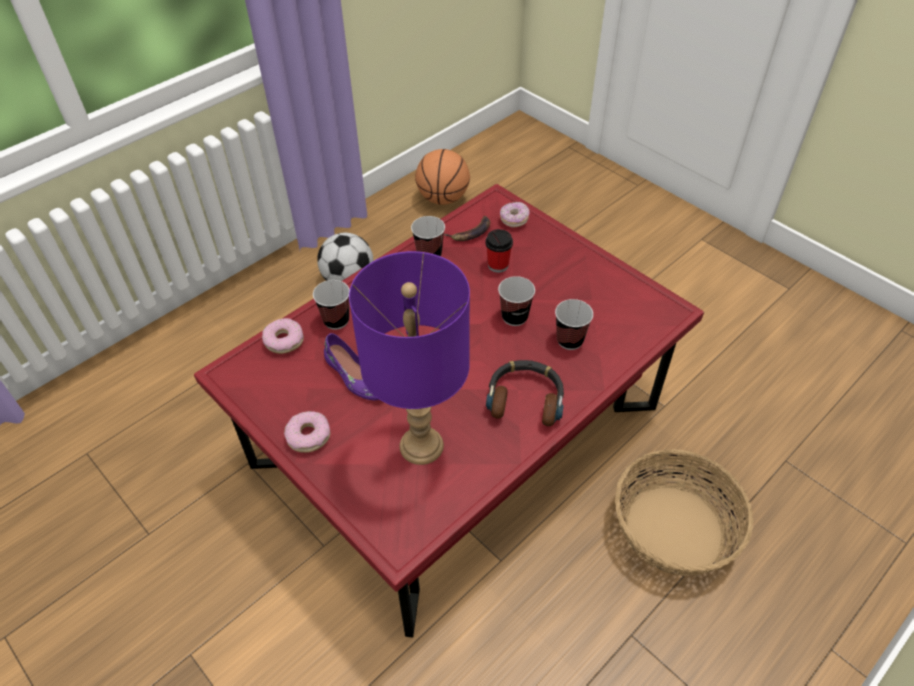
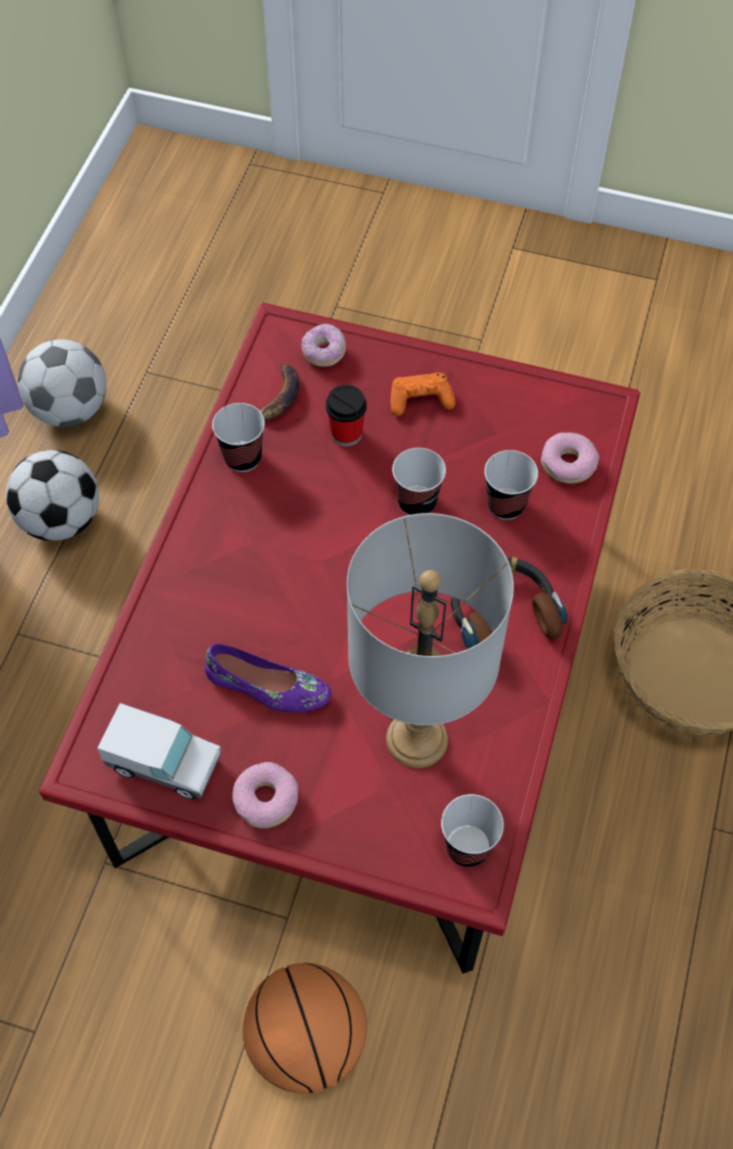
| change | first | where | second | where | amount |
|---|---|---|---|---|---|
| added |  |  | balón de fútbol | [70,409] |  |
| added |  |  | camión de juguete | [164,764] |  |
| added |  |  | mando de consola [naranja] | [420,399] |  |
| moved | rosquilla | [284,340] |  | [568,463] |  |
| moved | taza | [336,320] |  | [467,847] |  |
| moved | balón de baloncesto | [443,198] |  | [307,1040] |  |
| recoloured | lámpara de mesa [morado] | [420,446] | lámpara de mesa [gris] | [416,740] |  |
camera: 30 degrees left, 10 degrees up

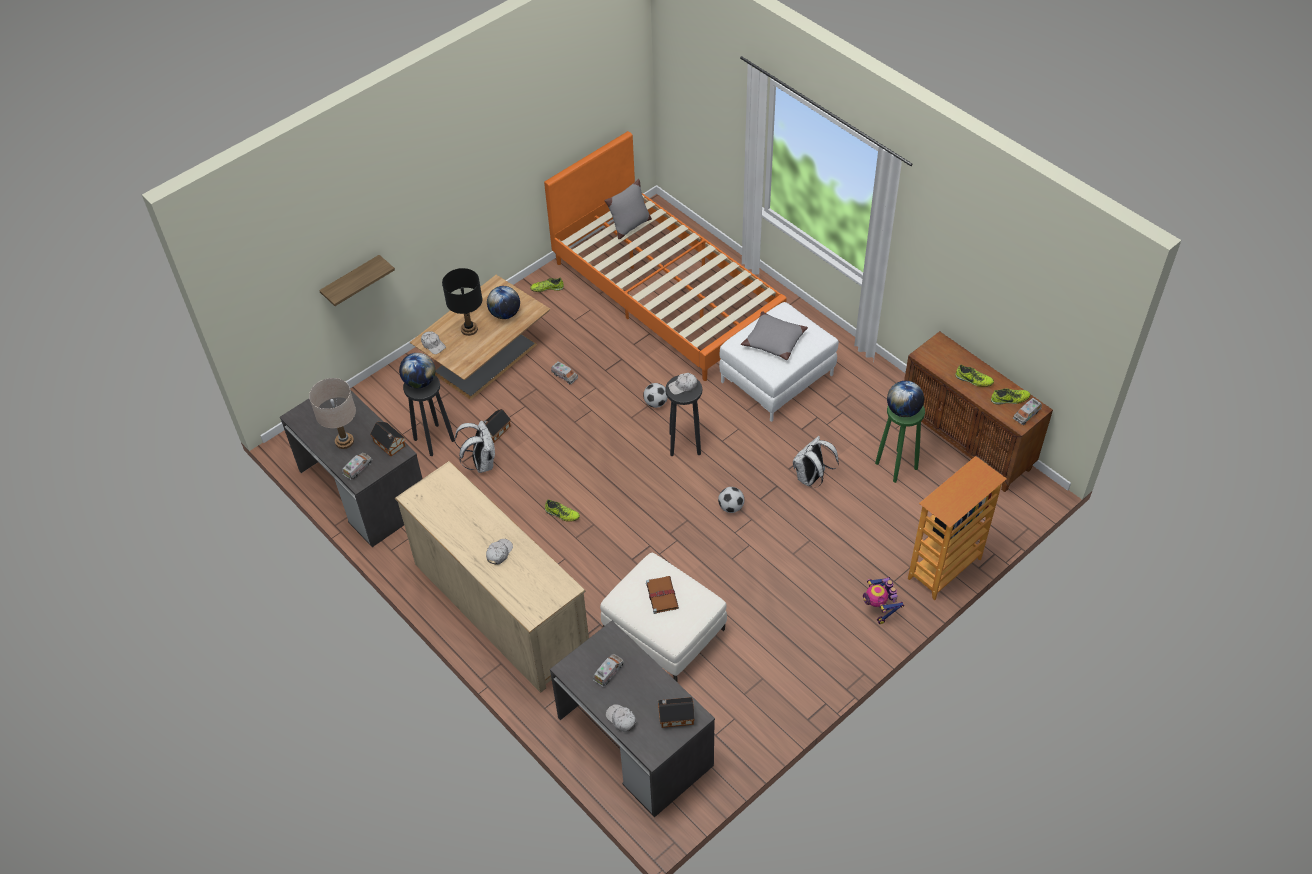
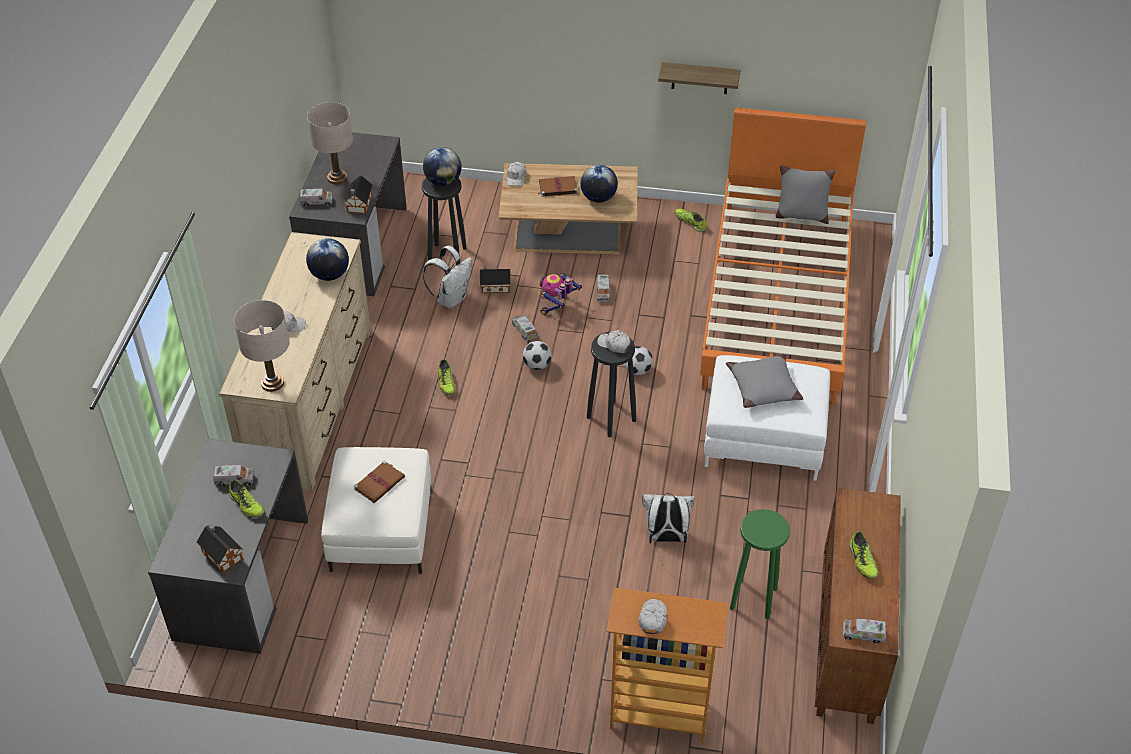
| change | first | where | second | where | amount |
|---|---|---|---|---|---|
| added |  |  | lámpara de mesa [beis] | [272,383] |  |
| added |  |  | camión de juguete | [524,330] |  |
| moved | estante | [352,282] |  | [700,78] |  |
| moved | gorra [blanco] | [621,719] |  | [652,619] |  |
| moved | balón de fútbol | [731,507] |  | [537,365] |  |
| moved | robot de juguete | [879,608] |  | [557,306] |  |
| moved | globo terráqueo | [903,410] |  | [329,275] |  |
| moved | zapato | [1010,399] |  | [246,505] |  |
| replaced | lámpara de mesa [negro] | [469,329] | libro [marrón] | [557,188] |  |
camera: 50 degrees right, 5 degrees down

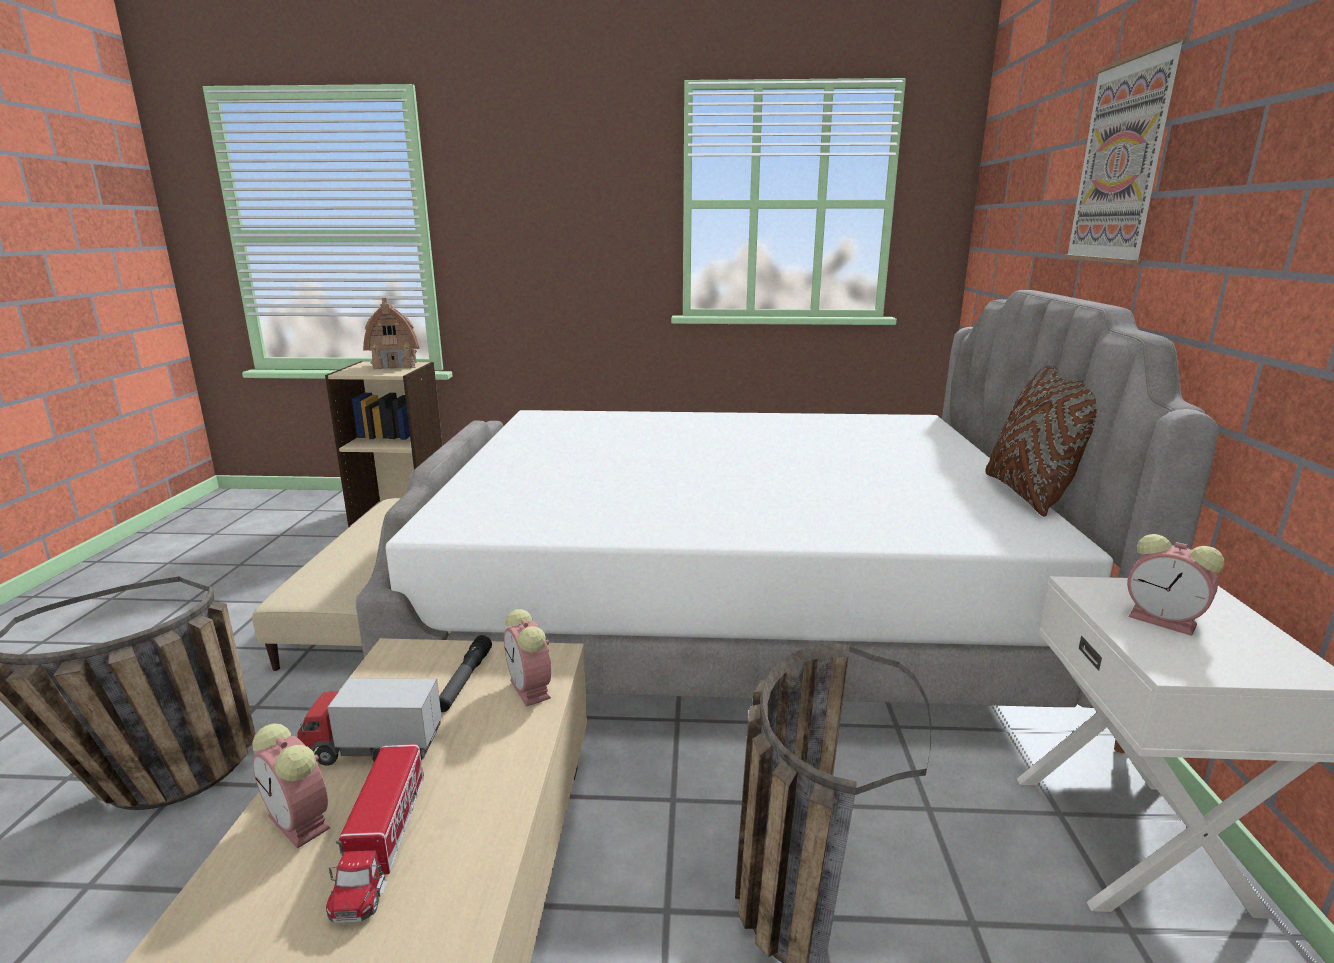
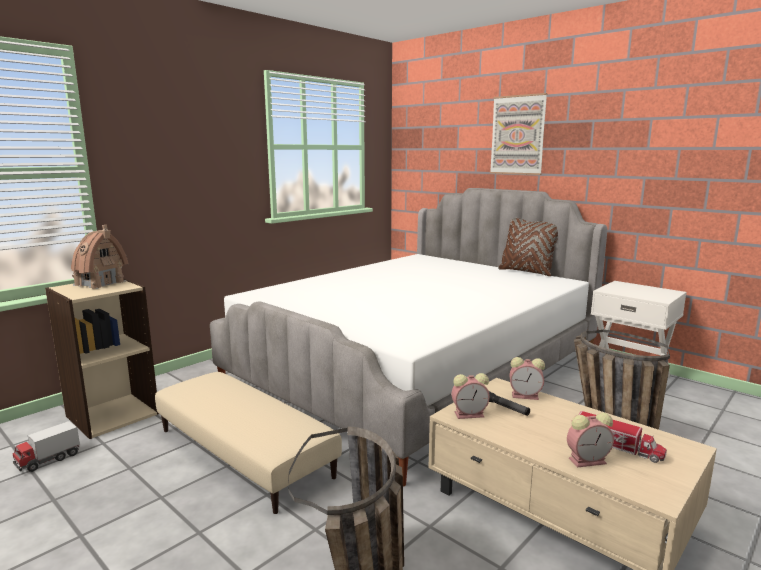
| change | first | where | second | where | amount |
|---|---|---|---|---|---|
| moved | camión de juguete | [374,750] |  | [48,460] |  |
| moved | despertador | [1165,621] |  | [470,414] |  |
camera: 50 degrees left, 5 degrees down

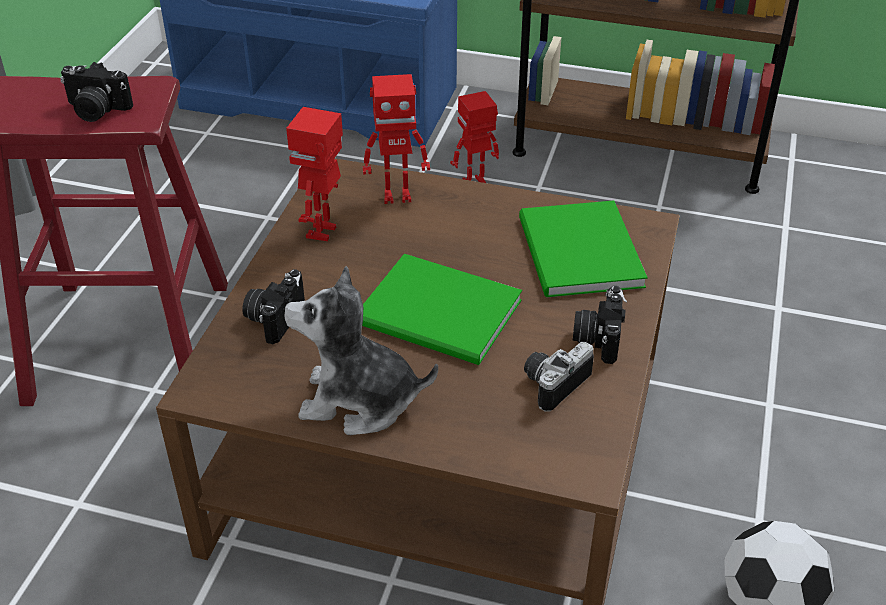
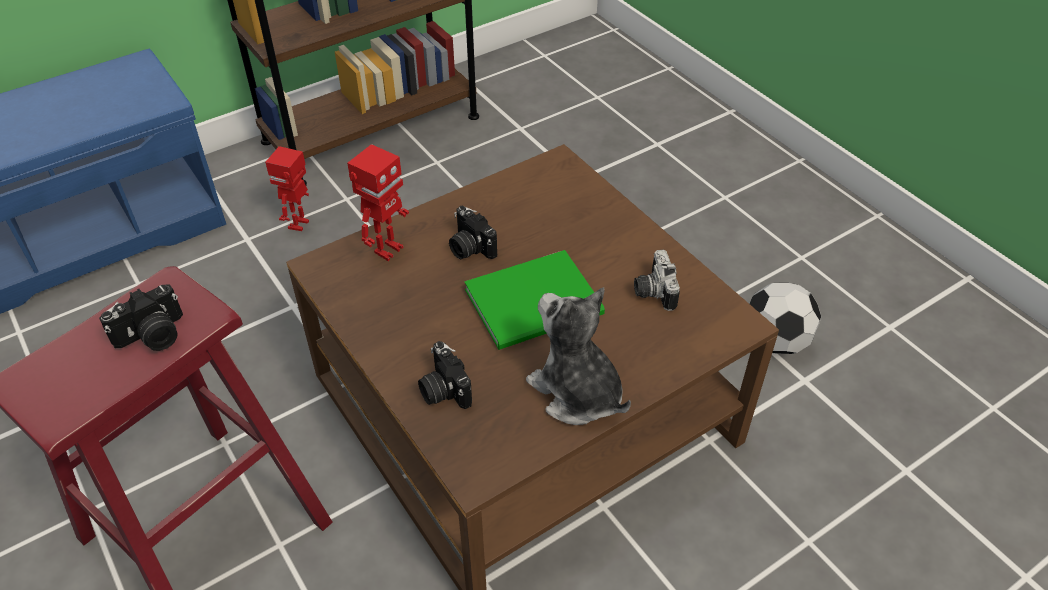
| change | first | where | second | where | amount |
|---|---|---|---|---|---|
| removed | robot de juguete | [323,232] |  |  |  |
| removed | libro [verde] | [577,255] |  |  |  |
| moved | cámara | [597,337] |  | [469,248] |  |
| turned | peluche | [359,401] |  | [576,392] | 90 degrees clockwise |
camera: 50 degrees left, 5 degrees up

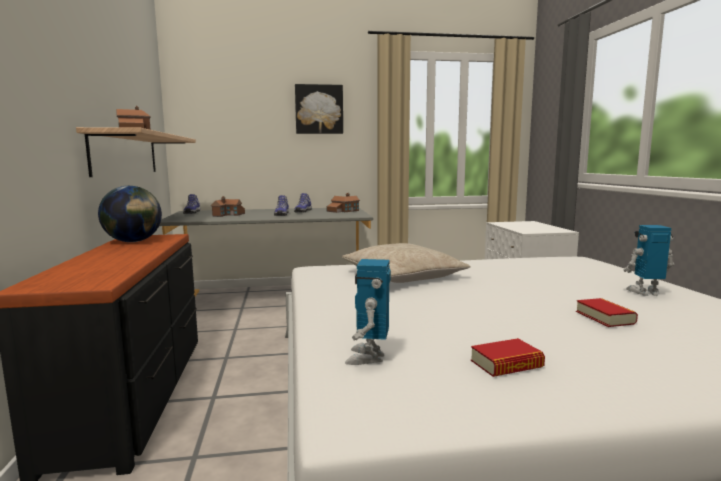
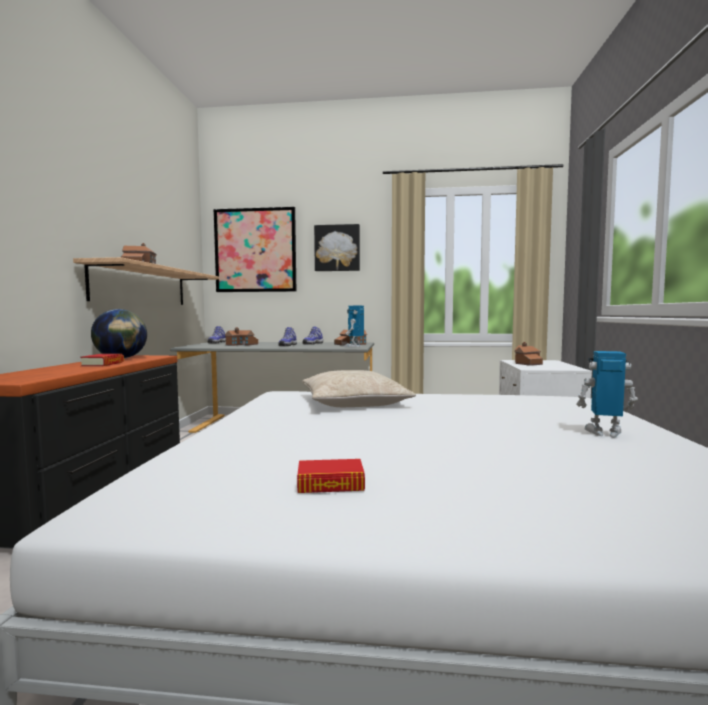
| change | first | where | second | where | amount |
|---|---|---|---|---|---|
| added |  |  | cuadro | [255,250] |  |
| added |  |  | casita | [526,363] |  |
| moved | robot de juguete | [368,357] |  | [354,346] |  |
| moved | libro | [605,317] |  | [103,364] |  |
camera: 15 degrees right, 5 degrees down

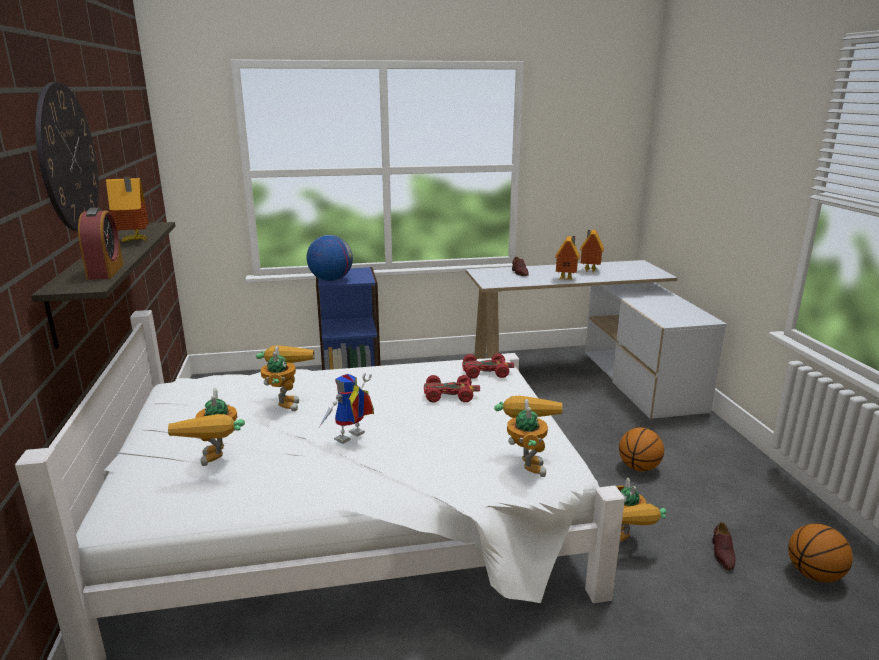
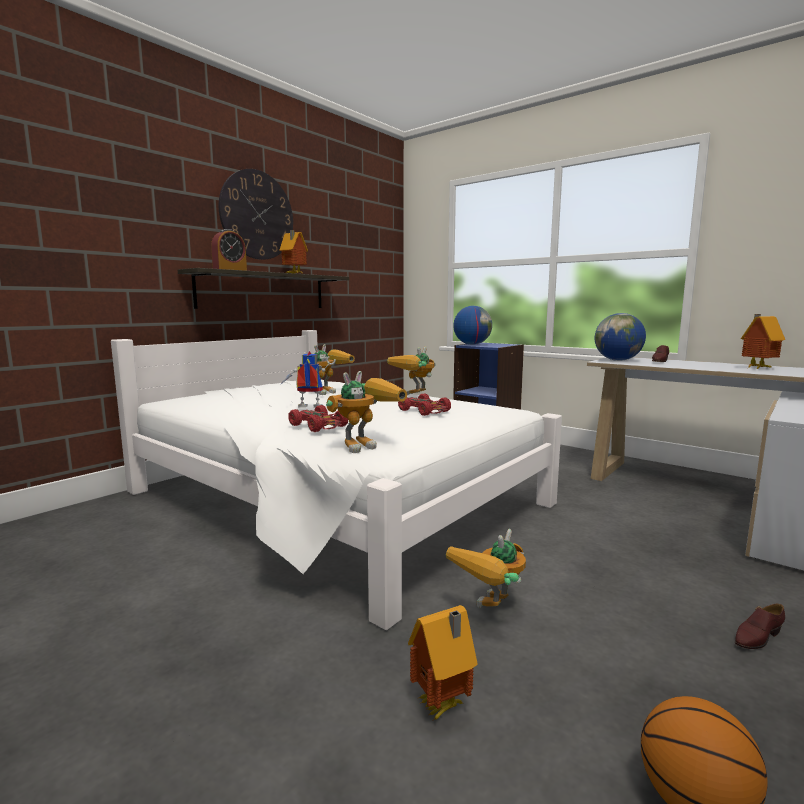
| change | first | where | second | where | amount |
|---|---|---|---|---|---|
| removed | balón de baloncesto | [639,467] |  |  |  |
| added |  |  | globo terráqueo | [618,360] |  |
| moved | robot de juguete | [218,463] |  | [414,396] |  |
| moved | coche de juguete [rojo] | [486,372] |  | [319,426] |  |
| moved | casita | [567,279] |  | [443,707] |  |
| moved | zapato [marrón] | [722,554] |  | [757,637] |  |
camera: 50 degrees right, 10 degrees down

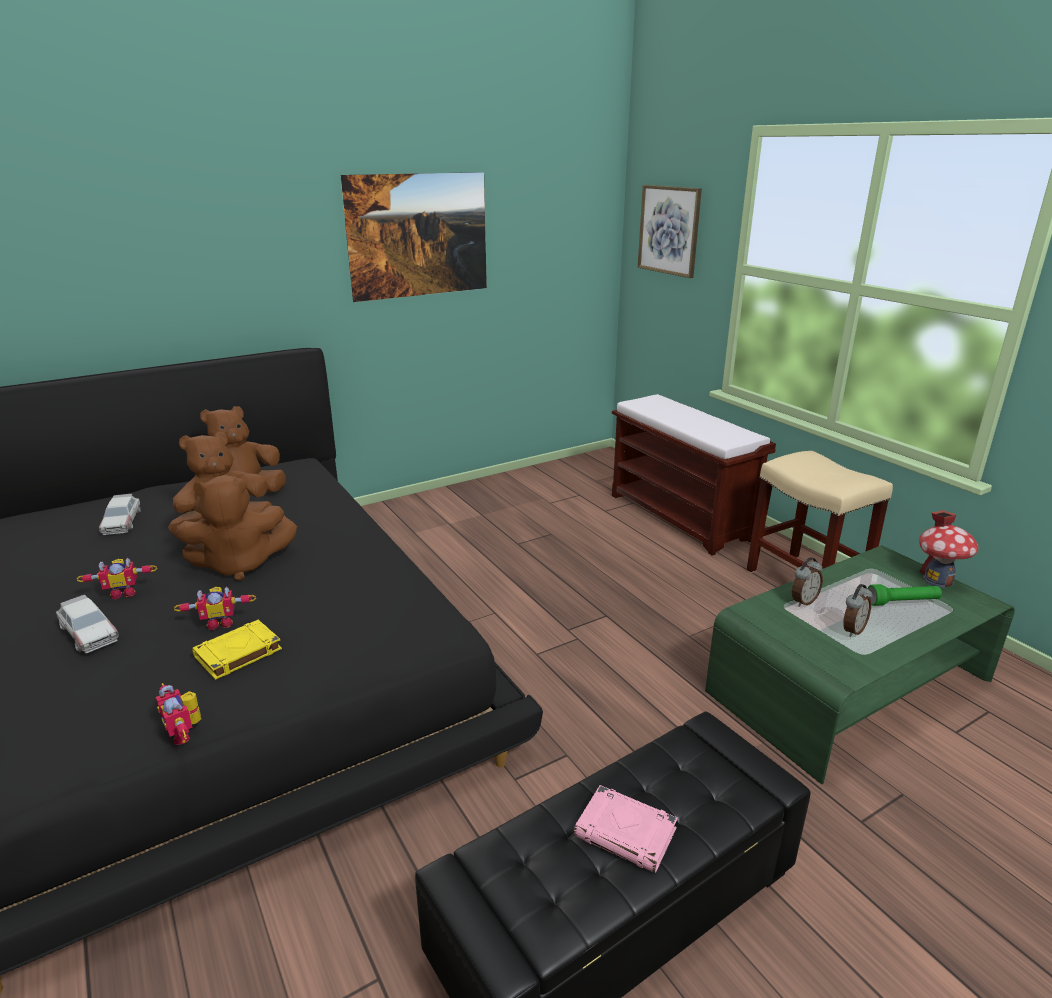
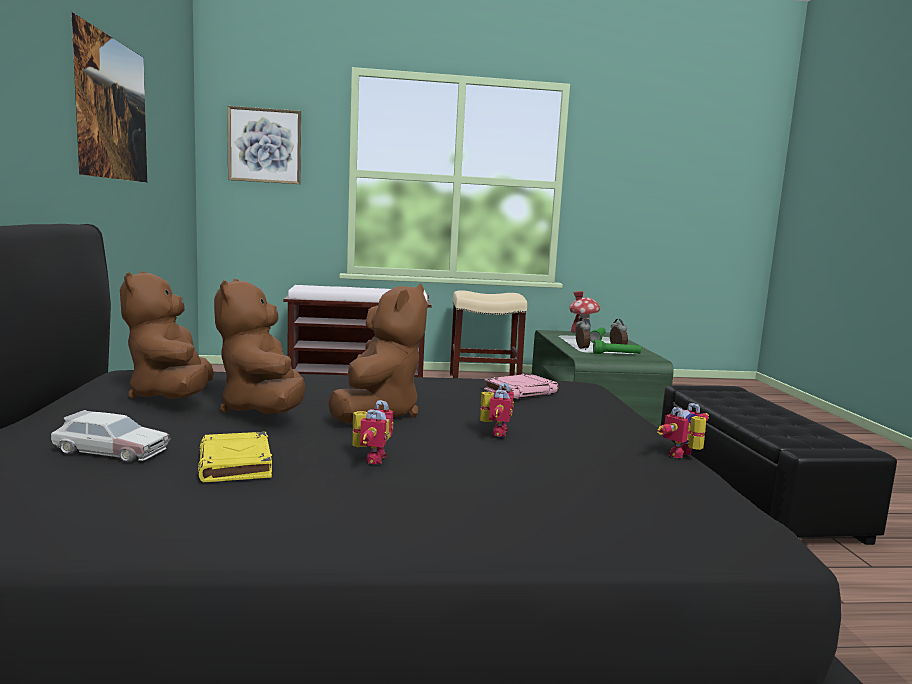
| change | first | where | second | where | amount |
|---|---|---|---|---|---|
| removed | coche de juguete | [89,632] |  |  |  |
| added |  |  | linterna [verde] | [616,354] |  |
| moved | libro [amarillo] | [237,654] |  | [236,464] |  |
| moved | libro [rosa] | [626,833] |  | [521,391] |  |
| turned | robot de juguete | [185,733] |  | [685,455] | 150 degrees clockwise |
camera: 65 degrees left, 15 degrees down

